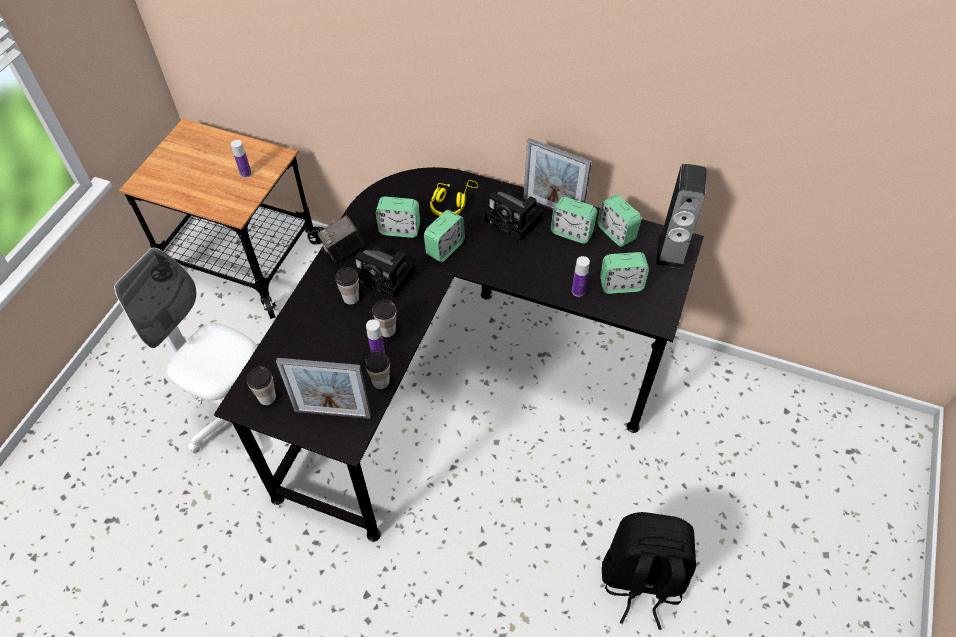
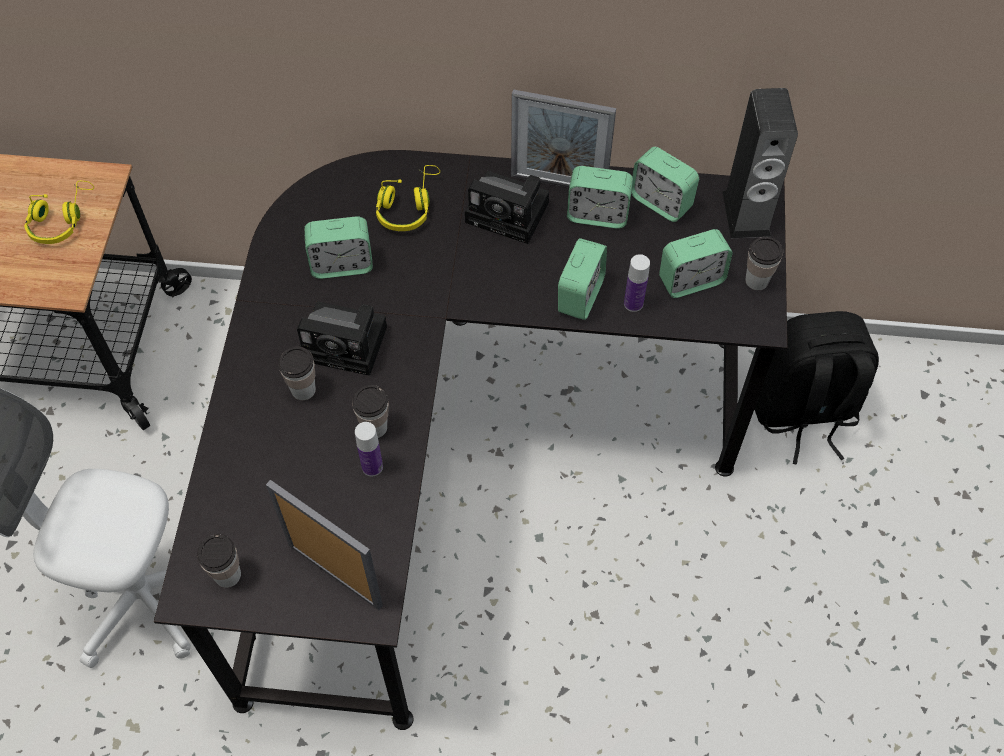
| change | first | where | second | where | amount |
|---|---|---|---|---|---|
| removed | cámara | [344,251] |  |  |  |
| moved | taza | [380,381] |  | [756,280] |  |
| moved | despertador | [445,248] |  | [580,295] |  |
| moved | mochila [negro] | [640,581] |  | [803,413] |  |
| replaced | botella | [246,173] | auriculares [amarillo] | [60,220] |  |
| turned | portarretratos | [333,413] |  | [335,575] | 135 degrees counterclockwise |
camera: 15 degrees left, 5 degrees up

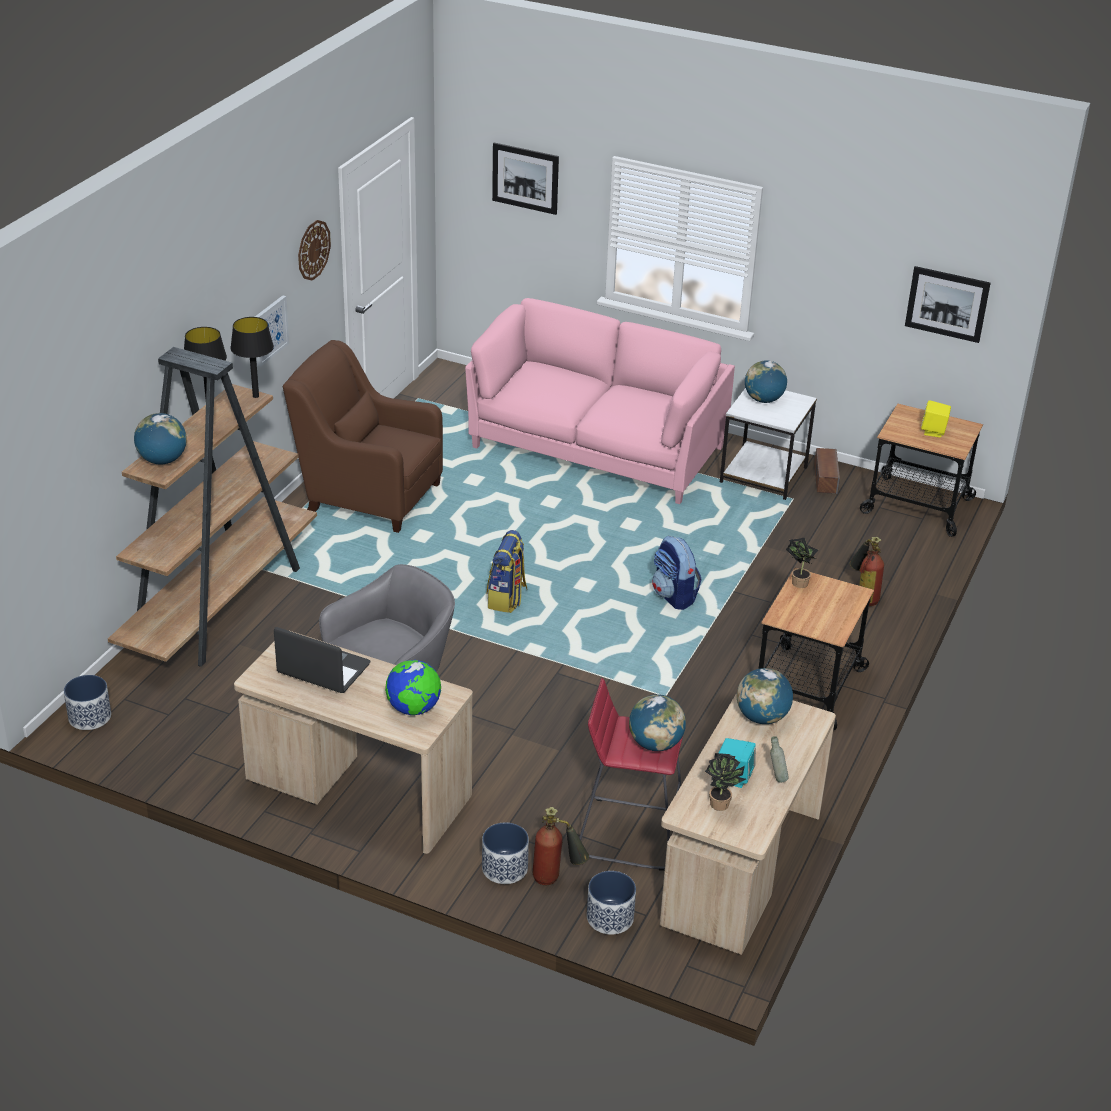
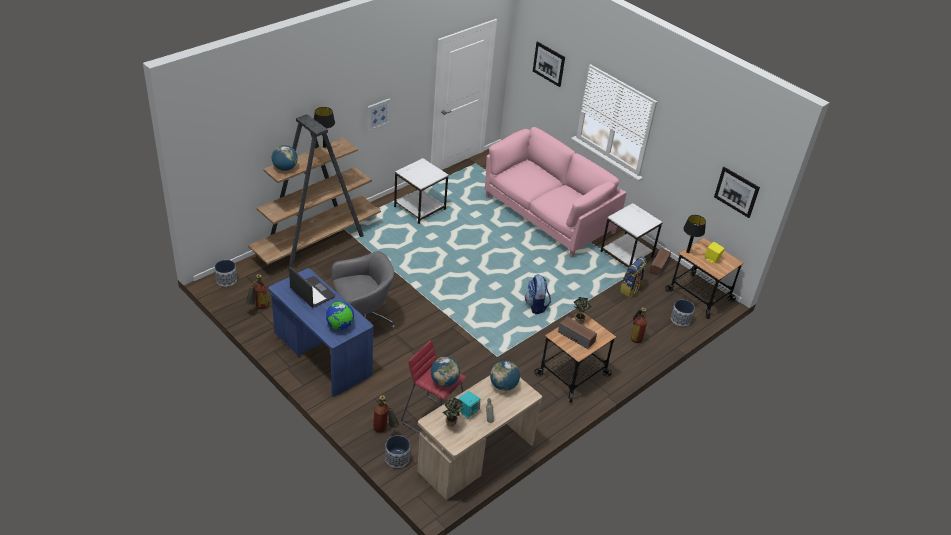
| change | first | where | second | where | amount |
|---|---|---|---|---|---|
| removed | reloj de pared | [313,250] |  |  |  |
| removed | globo terráqueo | [763,400] |  |  |  |
| added |  |  | extintor | [258,308] |  |
| added |  |  | altavoz | [576,337] |  |
| moved | lámpara de mesa [negro] | [256,396] |  | [687,252] |  |
| moved | maceta | [505,868] |  | [680,320] |  |
| moved | mochila | [507,599] |  | [631,289] |  |
| replaced | sillón [marrón] | [369,495] | mesa auxiliar [blanco] | [419,208] |  |
| recoloured | escritorio [beis] | [357,790] | escritorio [azul] | [321,355] |  |
camera: 20 degrees right, 5 degrees up

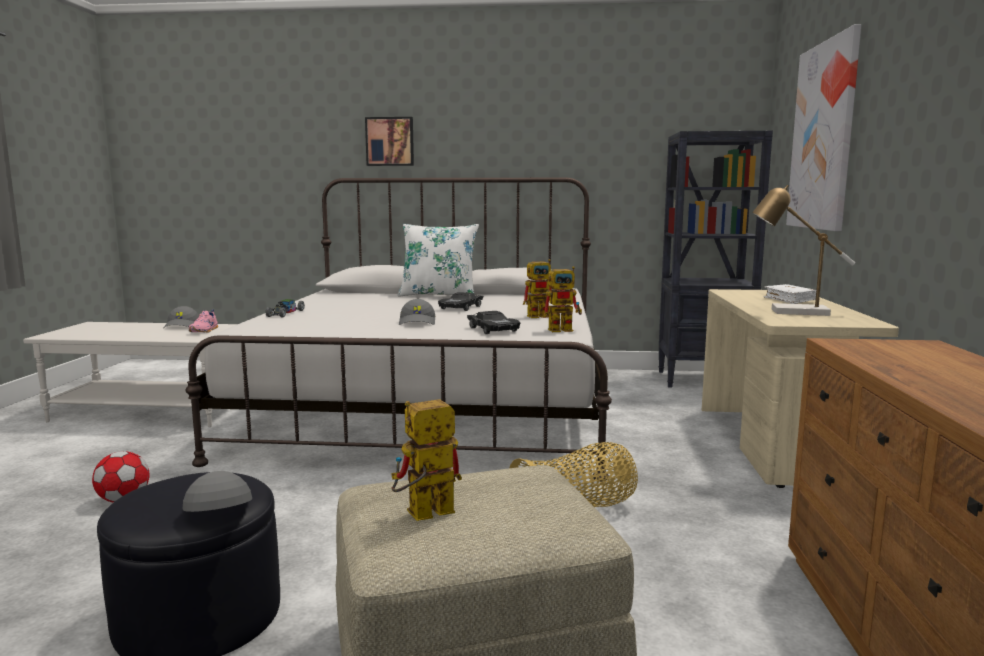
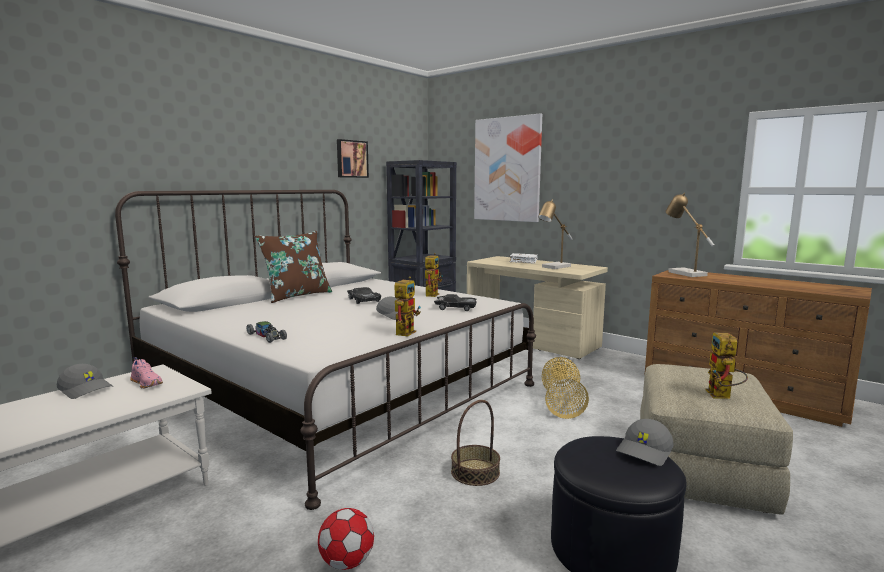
| change | first | where | second | where | amount |
|---|---|---|---|---|---|
| added |  |  | cesta | [475,472] |  |
| added |  |  | lámpara de mesa | [683,273] |  |
| moved | cuadro | [390,141] |  | [351,159] |  |
| moved | robot de juguete | [565,329] |  | [406,331] |  |
| recoloured | cojín [blanco] | [438,295] | cojín [marrón] | [296,296] |  |
| turned | gorra [gris] | [216,506] |  | [645,451] | 60 degrees counterclockwise |
camera: 55 degrees left, 0 degrees up

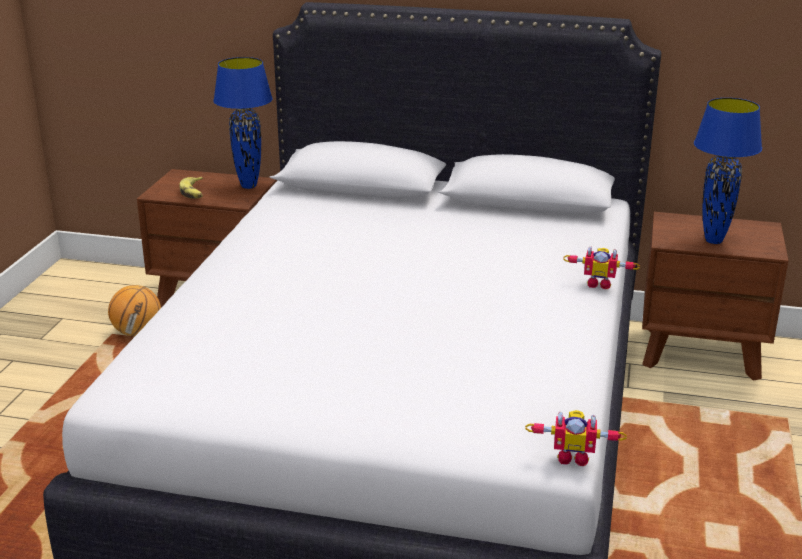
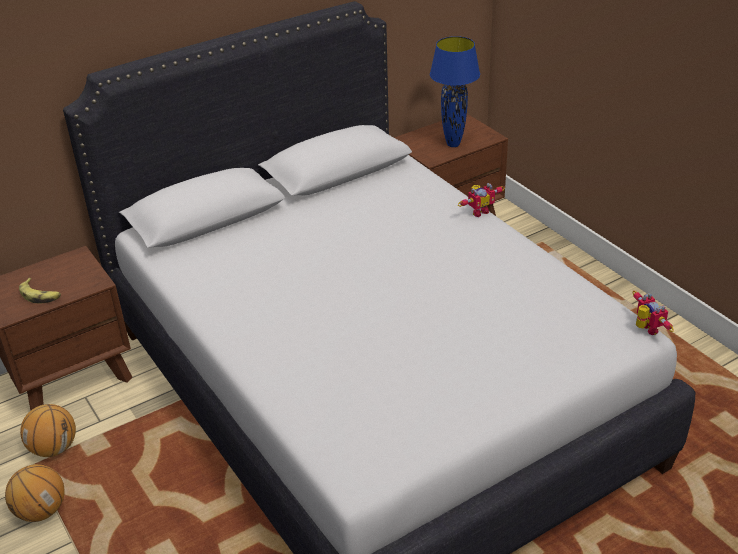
| change | first | where | second | where | amount |
|---|---|---|---|---|---|
| removed | lámpara de mesa [azul] | [248,186] |  |  |  |
| added |  |  | balón de baloncesto | [41,511] |  |
| turned | robot de juguete | [573,457] |  | [645,330] | 75 degrees counterclockwise |
camera: 45 degrees left, 10 degrees up

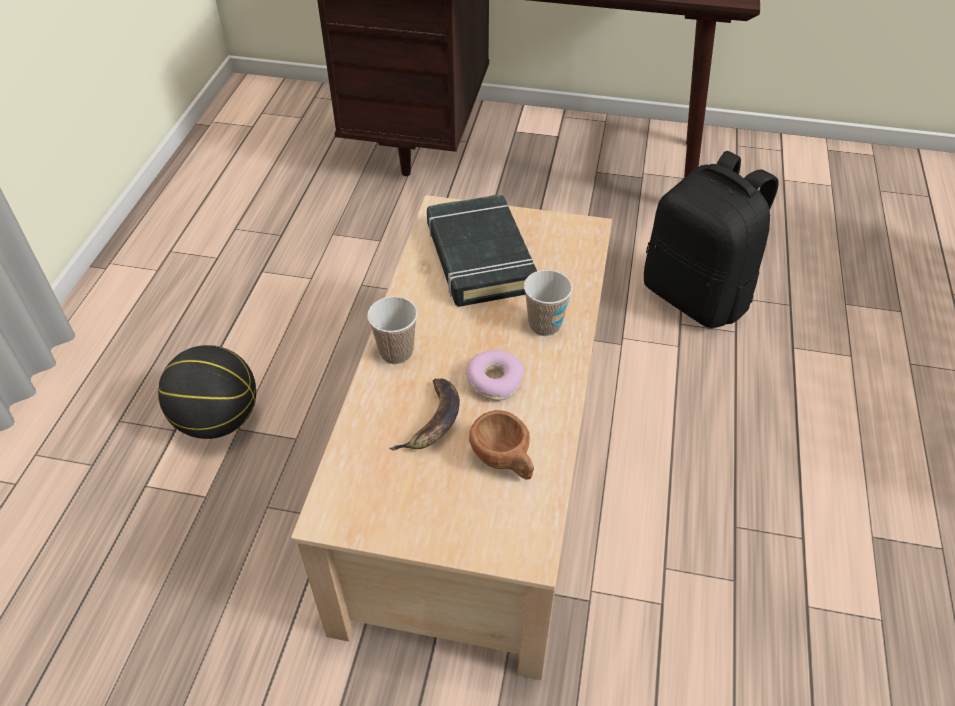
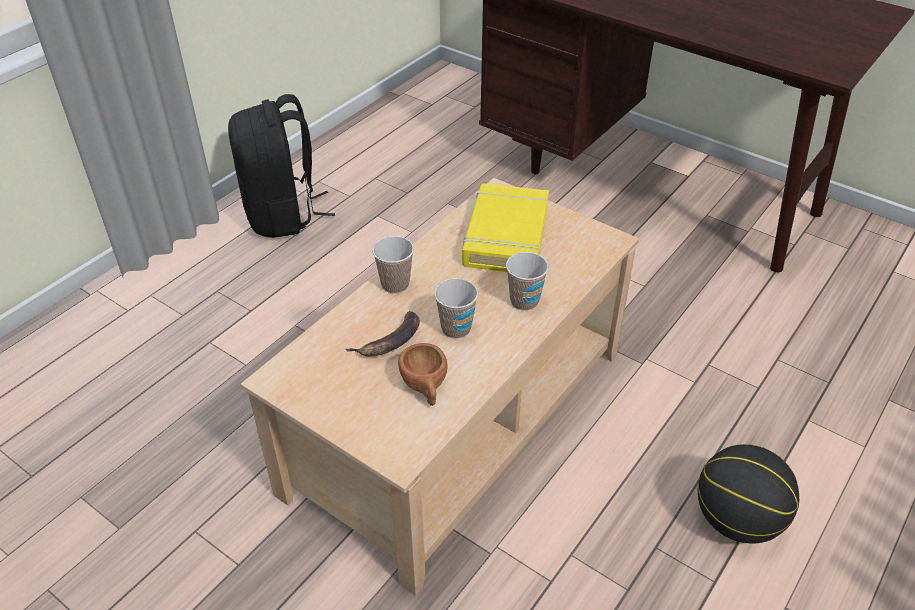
| change | first | where | second | where | amount |
|---|---|---|---|---|---|
| moved | balón de baloncesto | [218,419] |  | [736,519] |  |
| moved | mochila [negro] | [697,296] |  | [283,215] |  |
| replaced | rosquilla | [494,381] | taza | [456,329] |  |
| recoloured | libro [negro] | [479,257] | libro [amarillo] | [505,235] |  |
camera: 25 degrees right, 5 degrees down

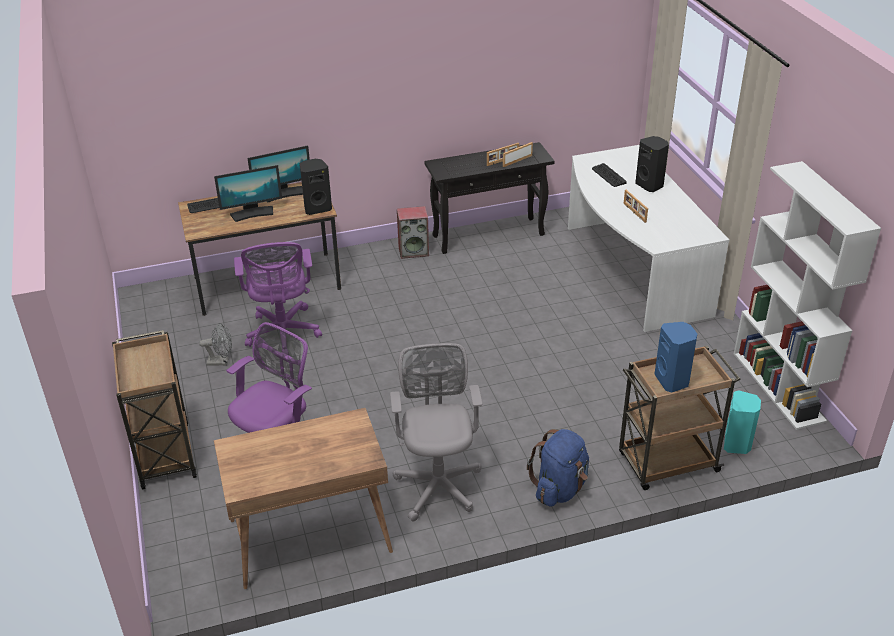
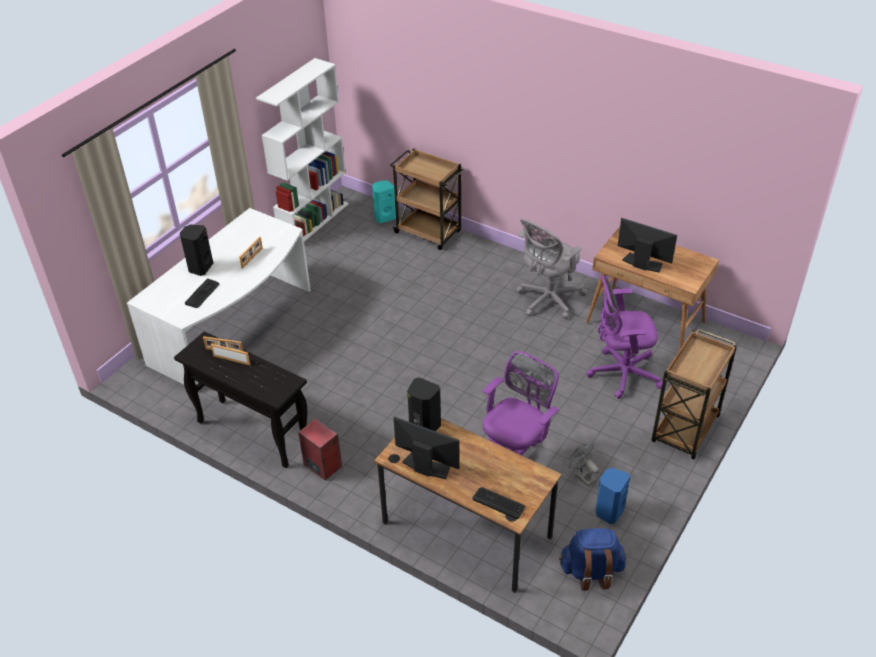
| change | first | where | second | where | amount |
|---|---|---|---|---|---|
| moved | monitor | [252,213] |  | [642,264] |  |
| moved | mochila [azul] | [560,488] |  | [591,571] |  |
| moved | altavoz [azul] | [672,381] |  | [608,511] |  |
camera: 130 degrees left, 5 degrees up

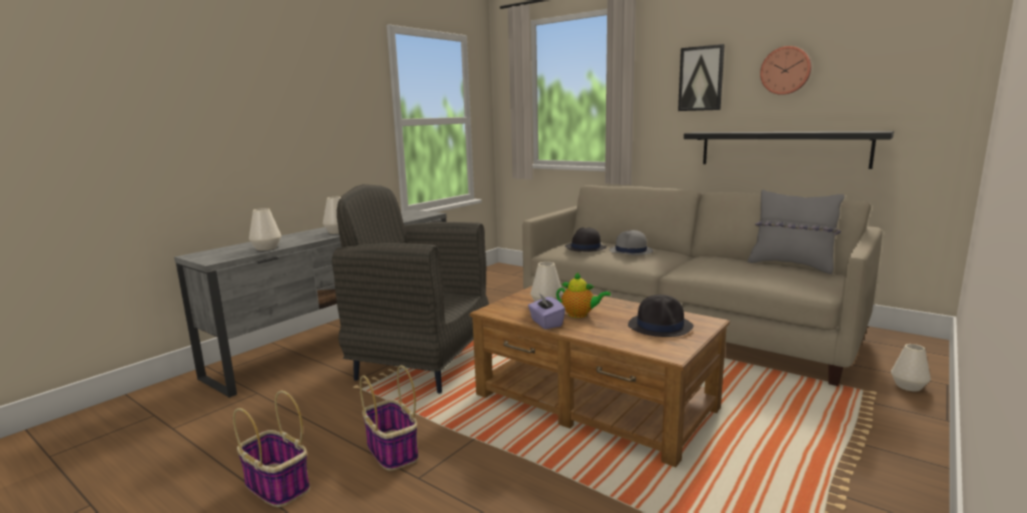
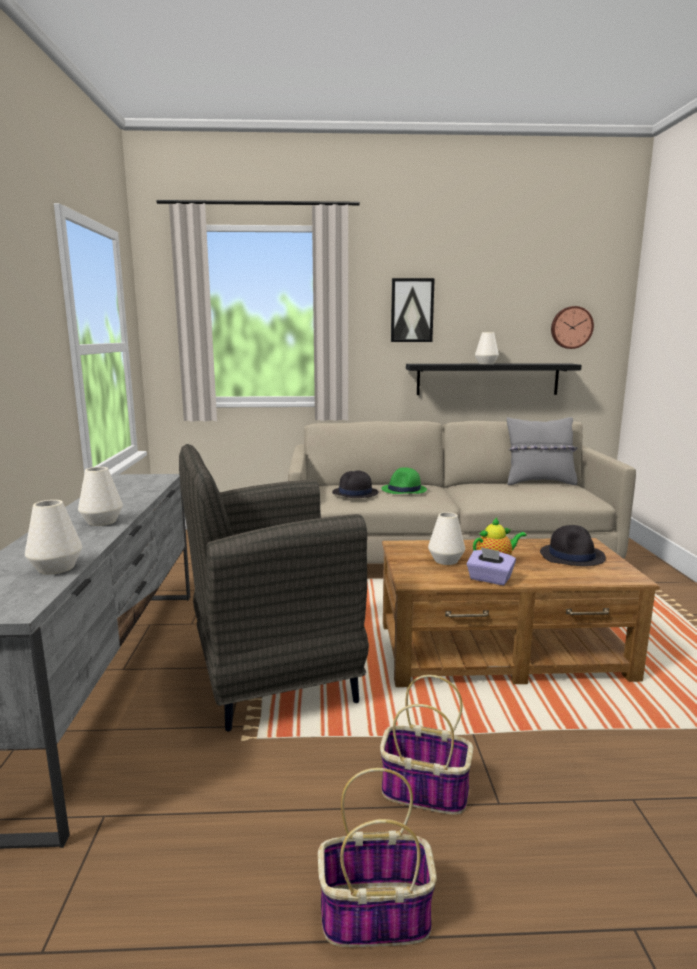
| change | first | where | second | where | amount |
|---|---|---|---|---|---|
| moved | reloj de pared | [785,70] |  | [571,327] |  |
| moved | florero [blanco] | [908,386] |  | [486,364] |  |
| recoloured | sombrero [gris] | [631,251] | sombrero [verde] | [404,490] |  |
camera: 40 degrees left, 0 degrees up

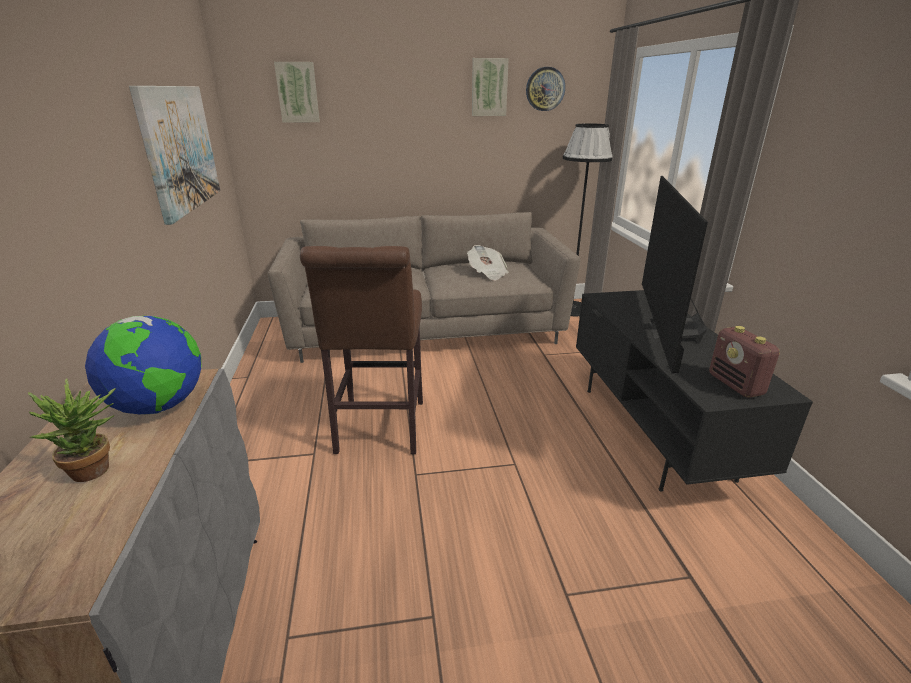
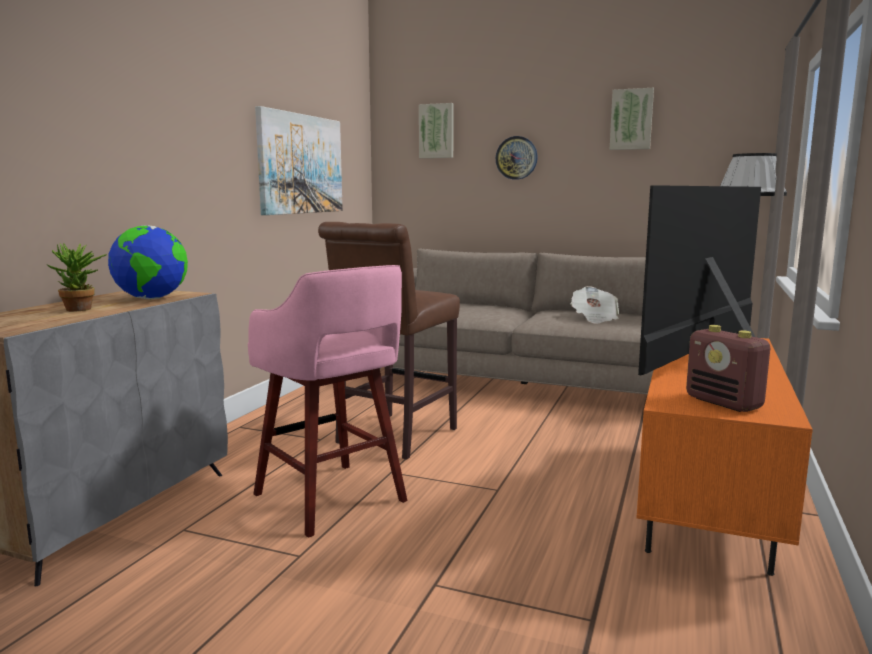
| change | first | where | second | where | amount |
|---|---|---|---|---|---|
| added |  |  | taburete [rosa] | [332,500] |  |
| moved | reloj de pared | [545,89] |  | [516,158] |  |
| recoloured | mueble de televisión [negro] | [654,431] | mueble de televisión [naranja] | [707,508] |  |
| turned | radio | [736,385] |  | [724,403] | 45 degrees counterclockwise |
camera: 30 degrees right, 15 degrees down

